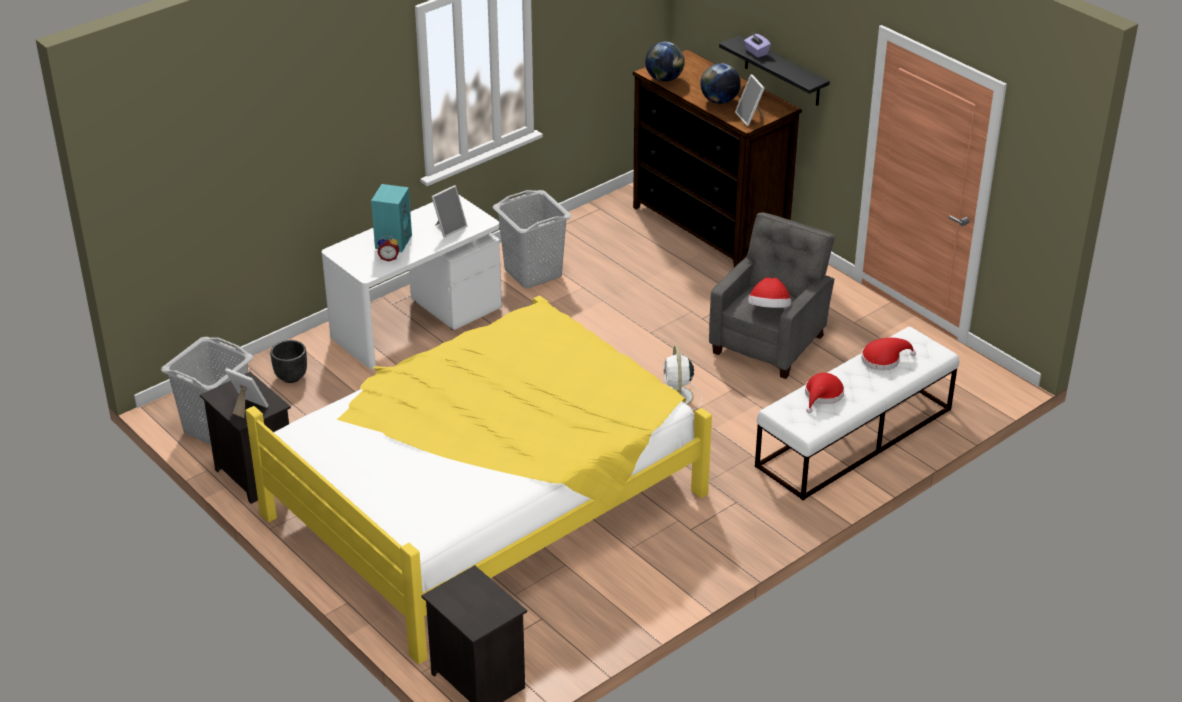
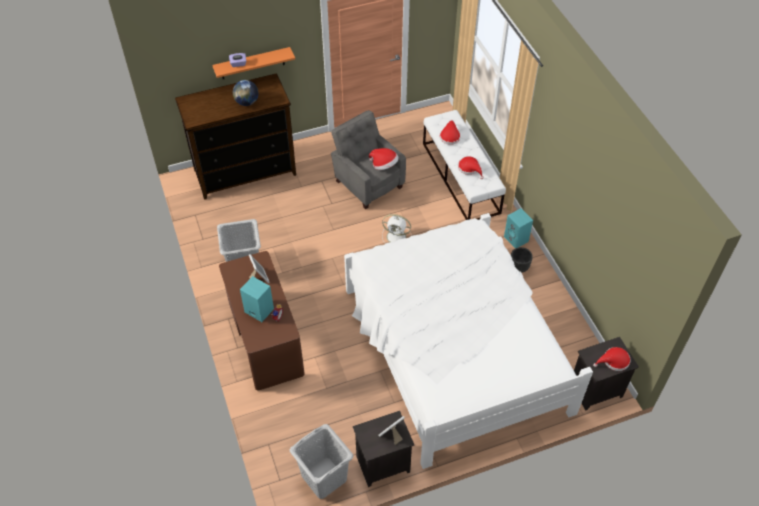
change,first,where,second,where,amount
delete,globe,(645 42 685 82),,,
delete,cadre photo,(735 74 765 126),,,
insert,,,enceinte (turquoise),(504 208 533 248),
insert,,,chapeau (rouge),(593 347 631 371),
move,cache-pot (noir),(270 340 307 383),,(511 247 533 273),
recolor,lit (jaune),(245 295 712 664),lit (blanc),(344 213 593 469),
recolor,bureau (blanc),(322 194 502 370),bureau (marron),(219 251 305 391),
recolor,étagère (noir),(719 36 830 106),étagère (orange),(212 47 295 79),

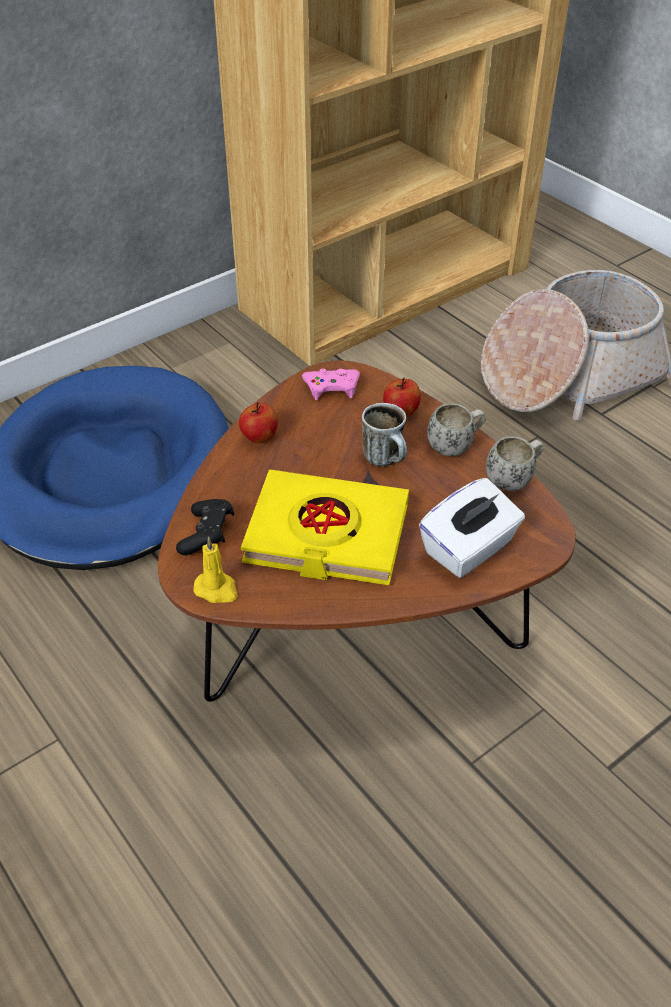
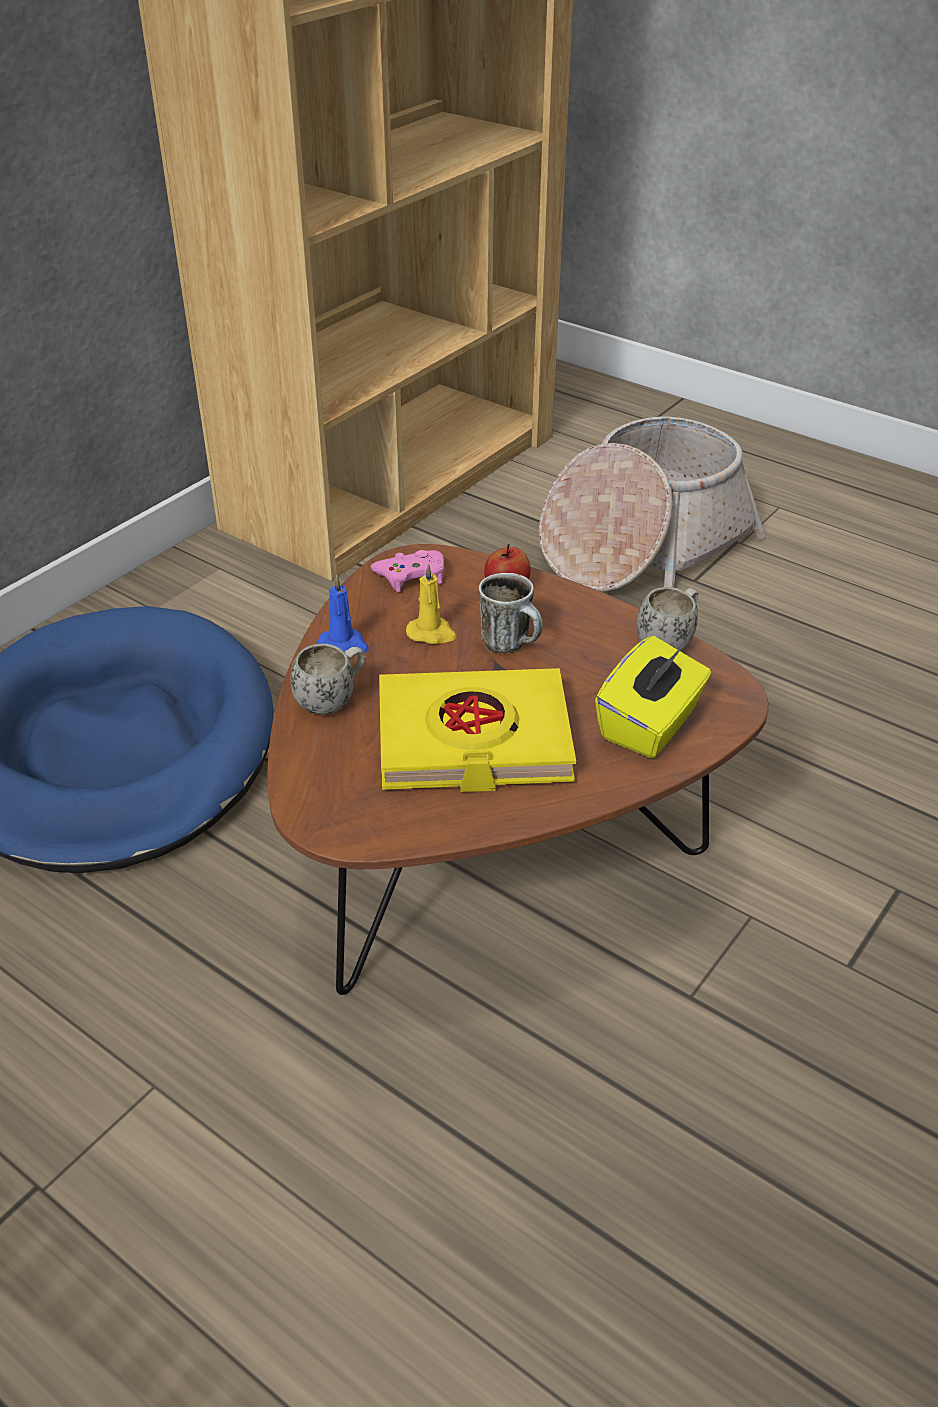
change,first,where,second,where,amount
delete,manette (noir),(176 499 234 555),,,
move,bougie (jaune),(194 537 238 603),,(406 563 457 644),
move,mug (blanc),(427 403 486 456),,(290 643 366 715),
replace,pomme,(239 402 278 443),bougie (bleu),(318 575 369 655),
recolor,boîte à mouchoirs (blanc),(419 478 525 578),boîte à mouchoirs (jaune),(595 636 711 758),

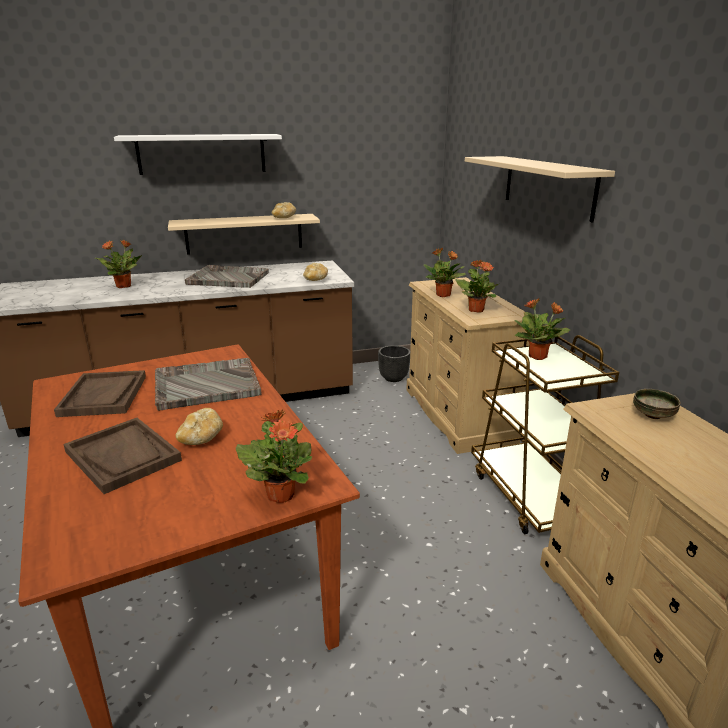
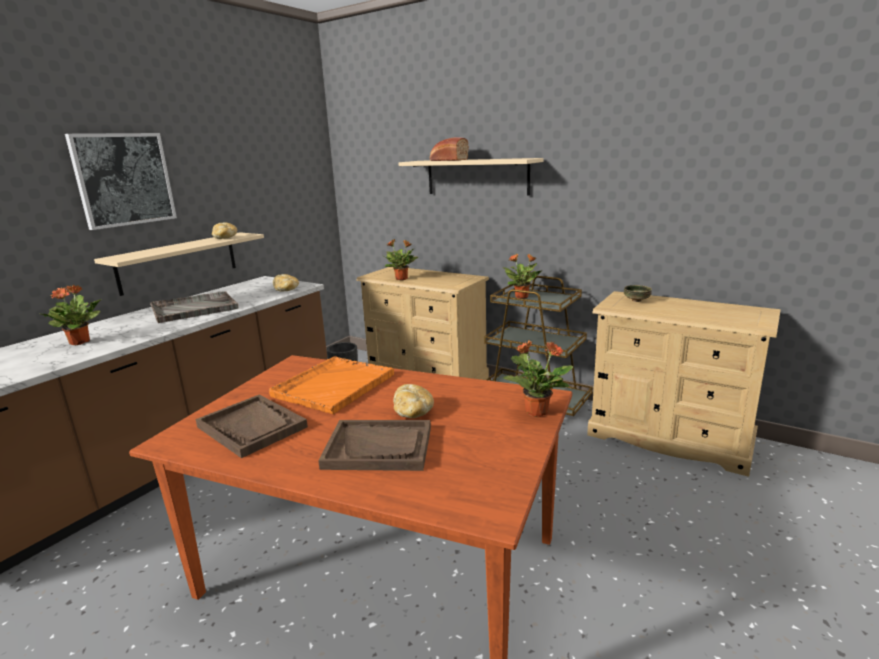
change,first,where,second,where,amount
delete,plante en pot,(455 260 498 313),,,
insert,,,pain,(430 137 469 161),
replace,étagère (blanc),(114 134 282 175),tableau,(65 133 177 230),
recolor,plateau (gris),(155 358 261 411),plateau (orange),(269 356 394 414),

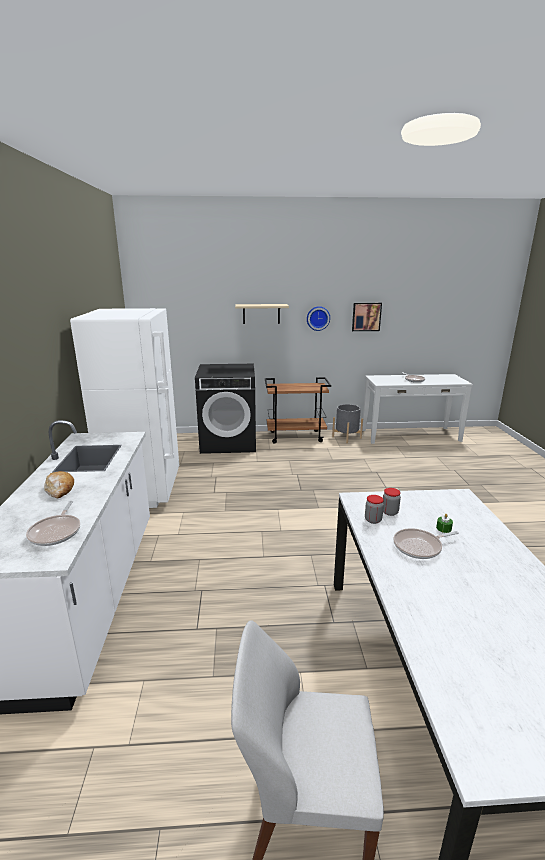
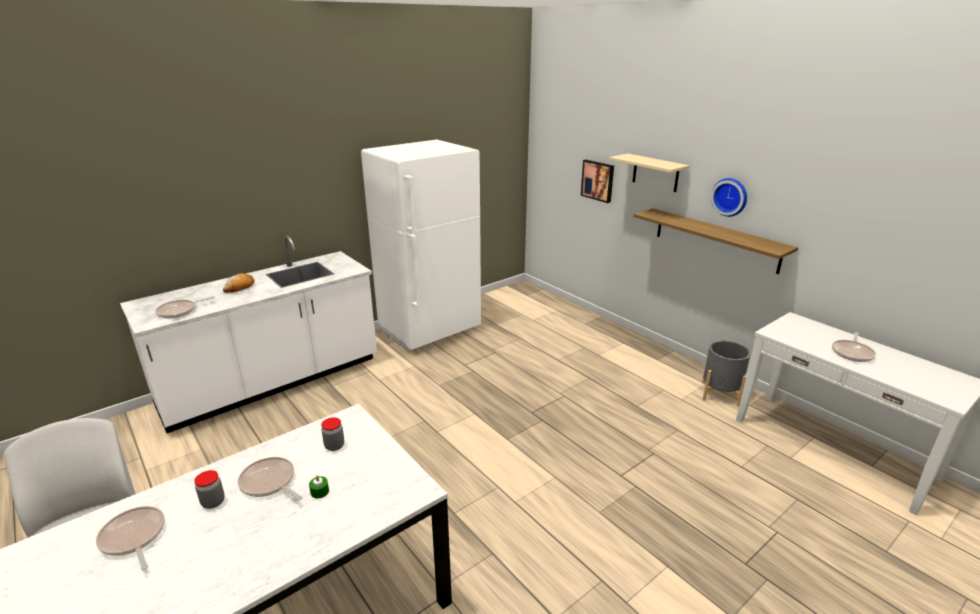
change,first,where,second,where,amount
delete,lave-linge (noir),(195 364 256 454),,,
delete,chariot (marron),(265 377 331 443),,,
insert,,,poêle,(96 506 165 570),
insert,,,étagère,(633 208 798 274),
move,tableau,(352 303 382 331),,(581 160 614 203),
move,bocal,(365 495 384 524),,(194 470 225 509),

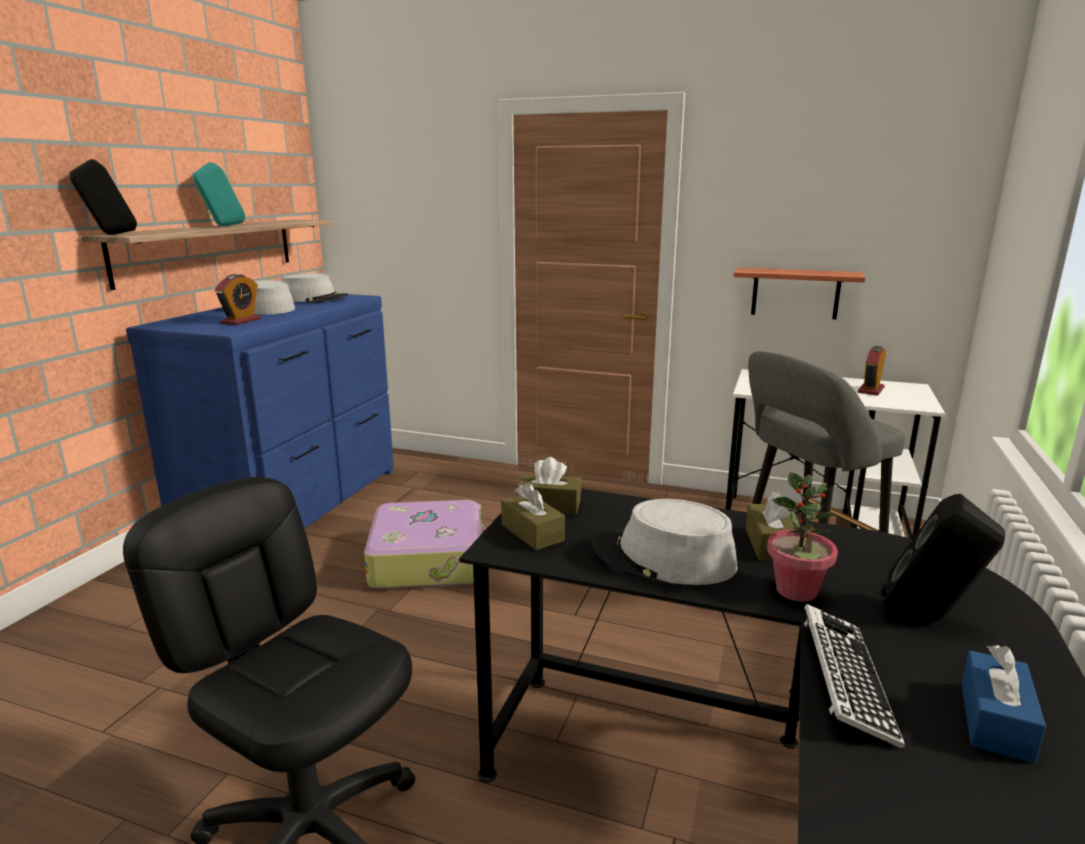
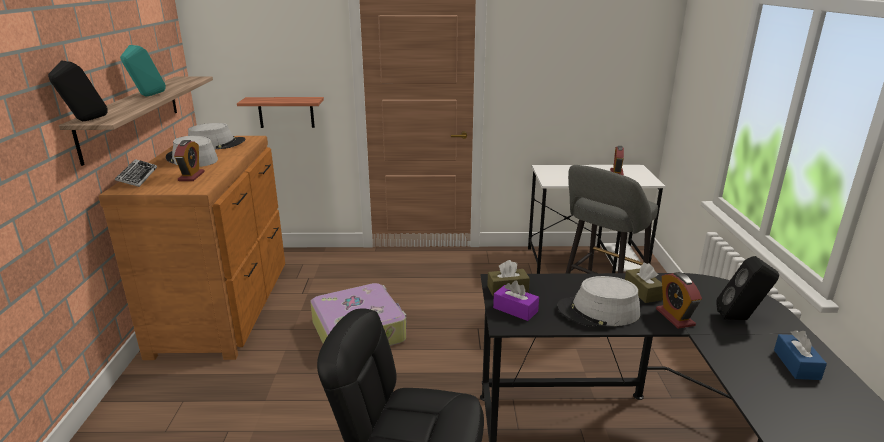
change,first,where,second,where,amount
move,étagère,(733 268 865 319),,(237 97 324 128),
move,clavier,(804 604 905 750),,(115 159 157 187),
replace,plante en pot,(767 472 838 602),réveil,(656 272 702 329),
recolor,commode (bleu),(126 293 394 528),commode (marron),(98 136 285 360),
recolor,boîte à mouchoirs (marron),(501 482 565 550),boîte à mouchoirs (violet),(493 281 539 321),

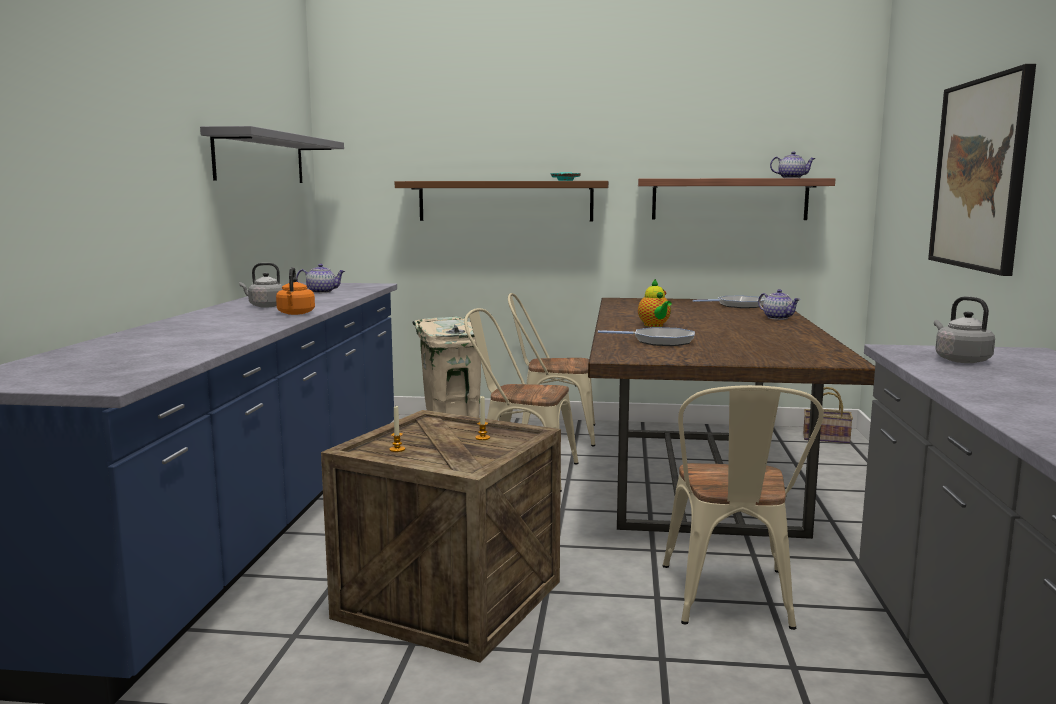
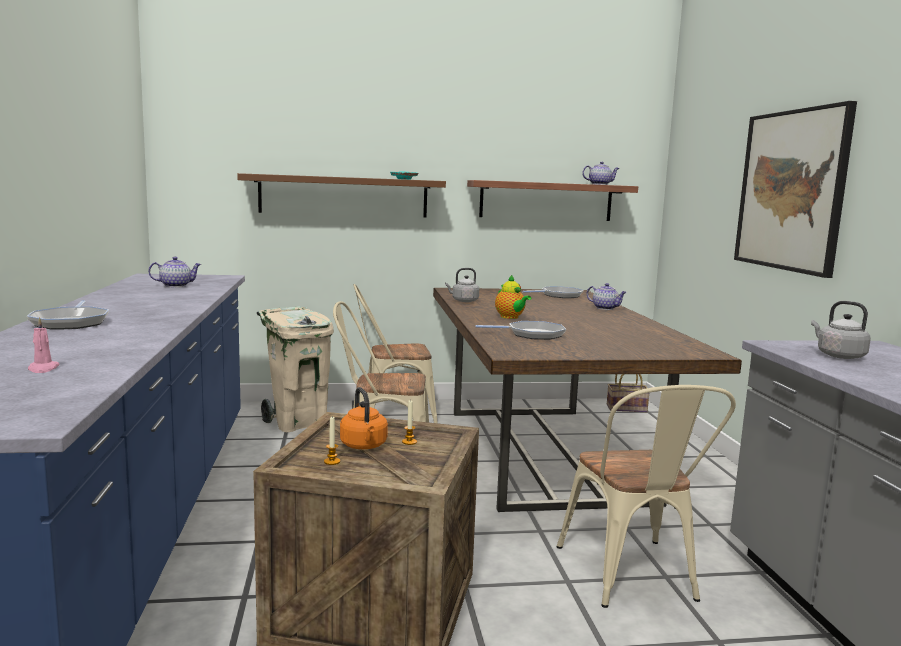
change,first,where,second,where,amount
delete,étagère (gris),(200 126 344 183),,,
insert,,,poêle,(27 300 109 330),
insert,,,bougie (rose),(28 317 60 373),
move,bouilloire (gris),(239 263 283 308),,(445 268 479 302),
move,bouilloire (orange),(276 267 315 315),,(340 387 388 449),

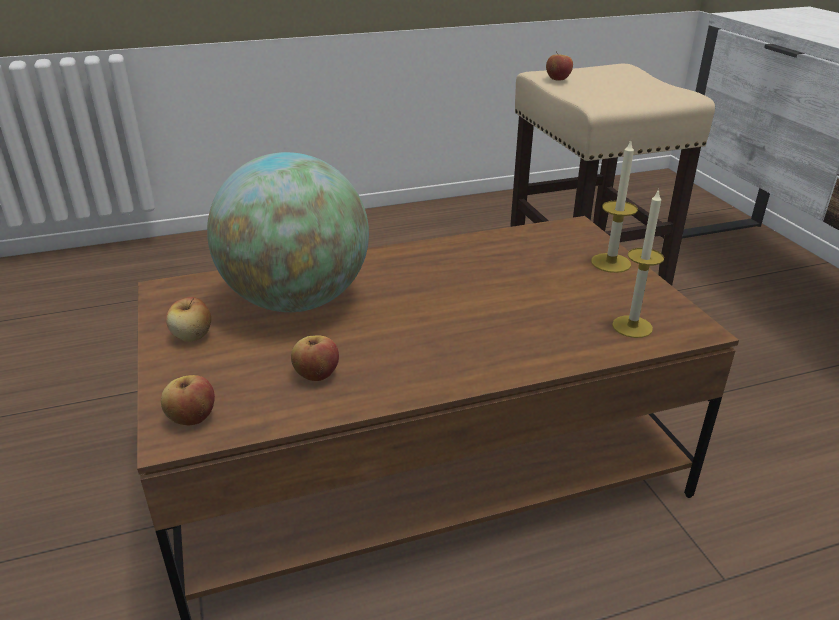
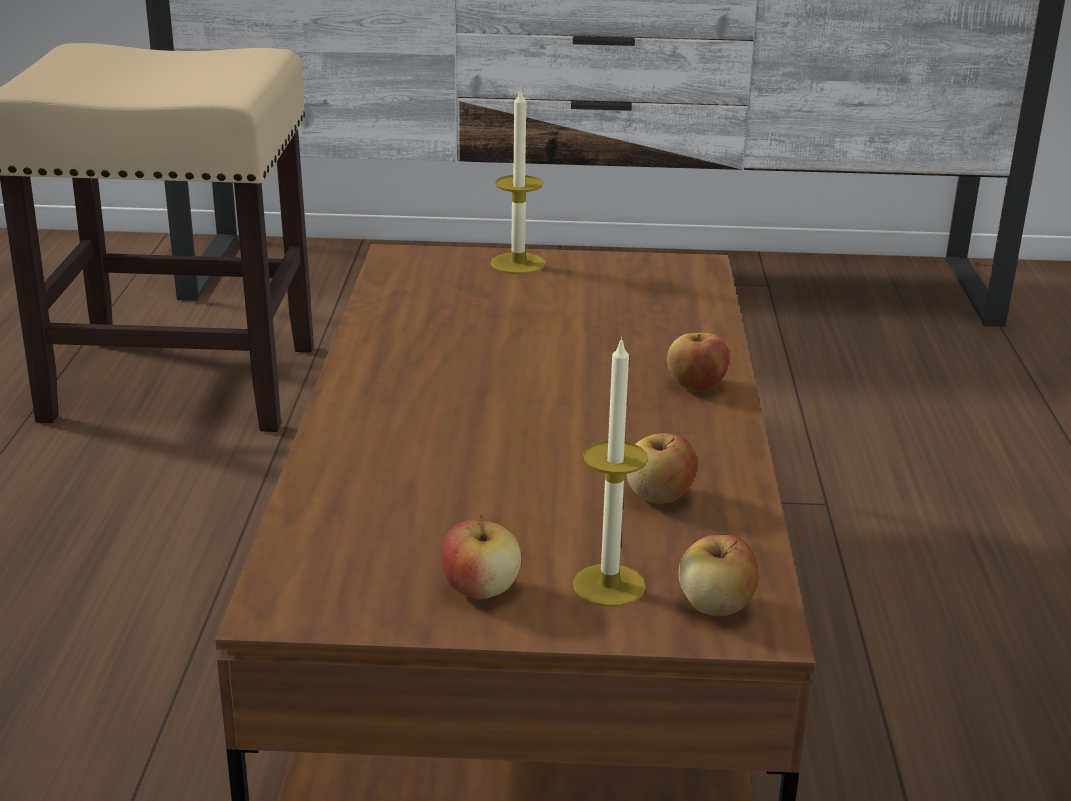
change,first,where,second,where,amount
delete,globe,(207 152 369 312),,,
move,pomme,(546 52 573 81),,(667 333 729 391),
move,bougie,(612 189 664 338),,(573 336 648 607),

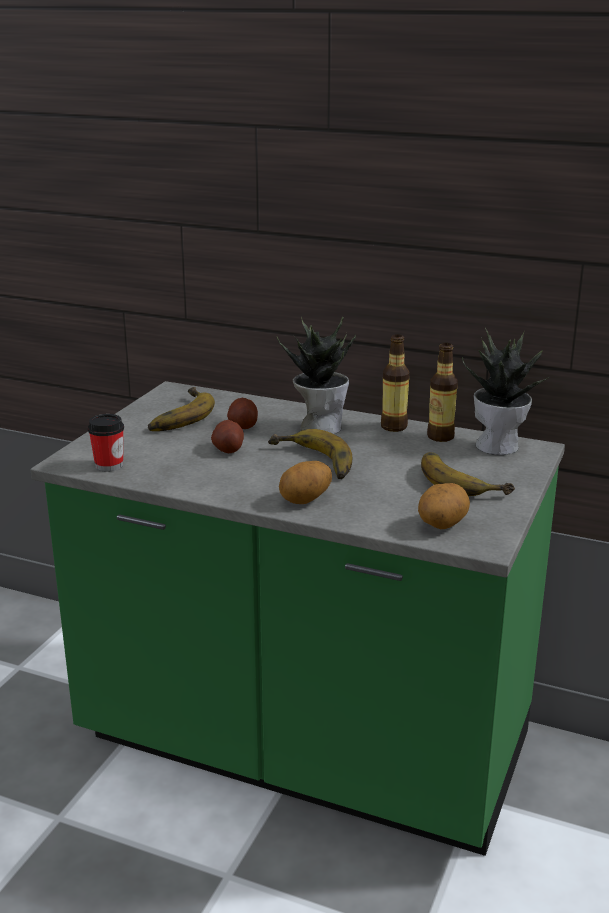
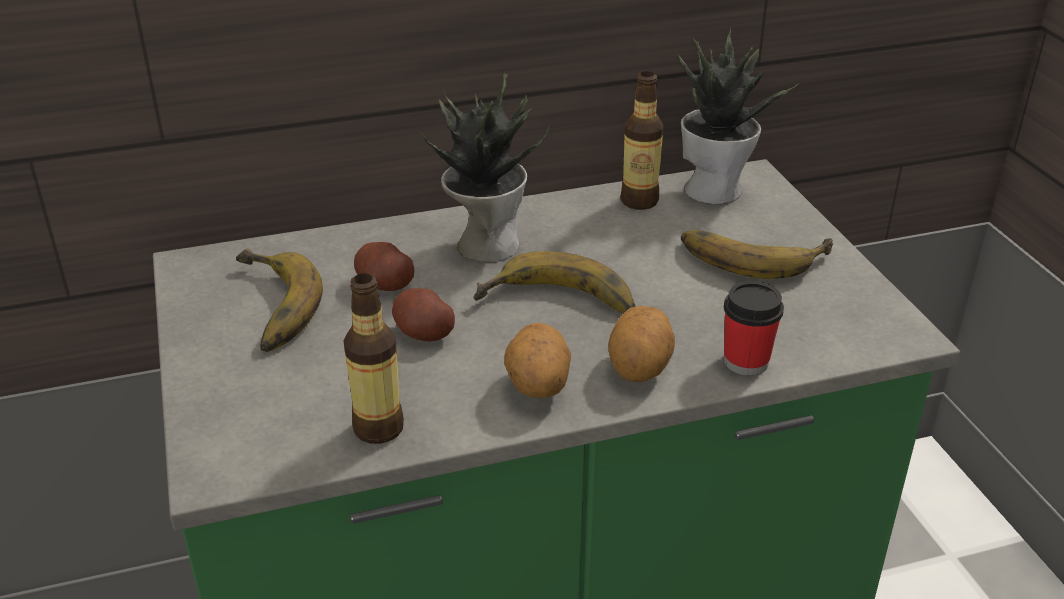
change,first,where,second,where,amount
move,tasse,(88 414 124 472),,(724 281 784 375),
move,bouteille,(381 334 410 432),,(343 273 404 444),
move,pomme de terre,(418 483 470 529),,(504 323 571 398),

